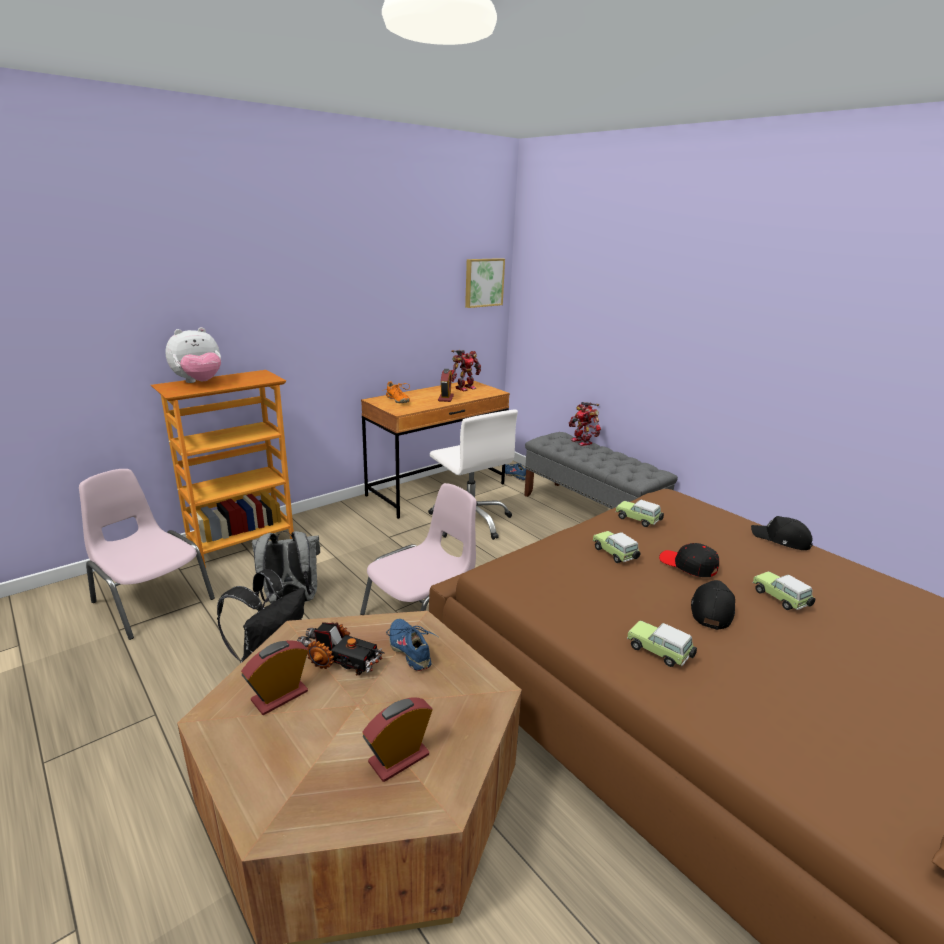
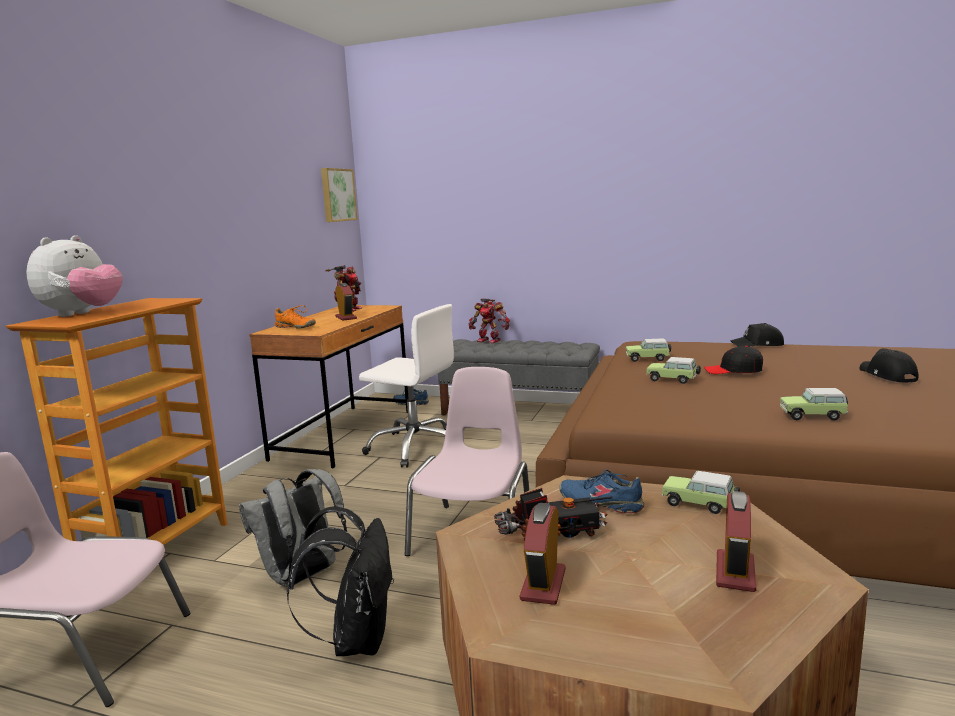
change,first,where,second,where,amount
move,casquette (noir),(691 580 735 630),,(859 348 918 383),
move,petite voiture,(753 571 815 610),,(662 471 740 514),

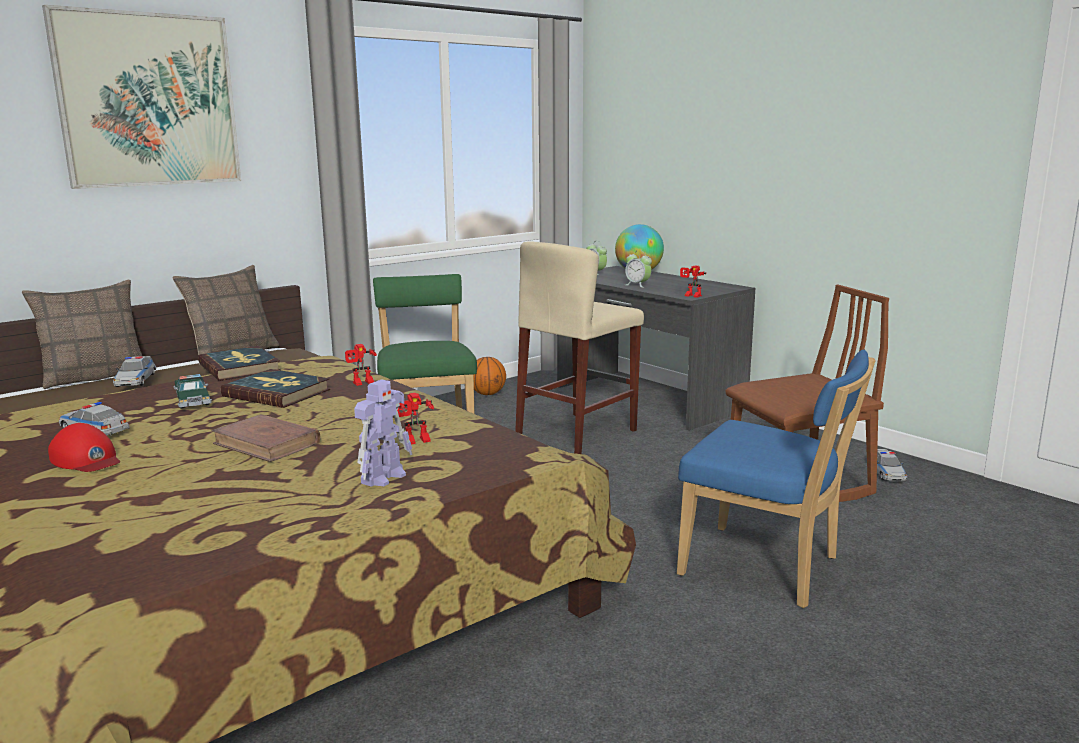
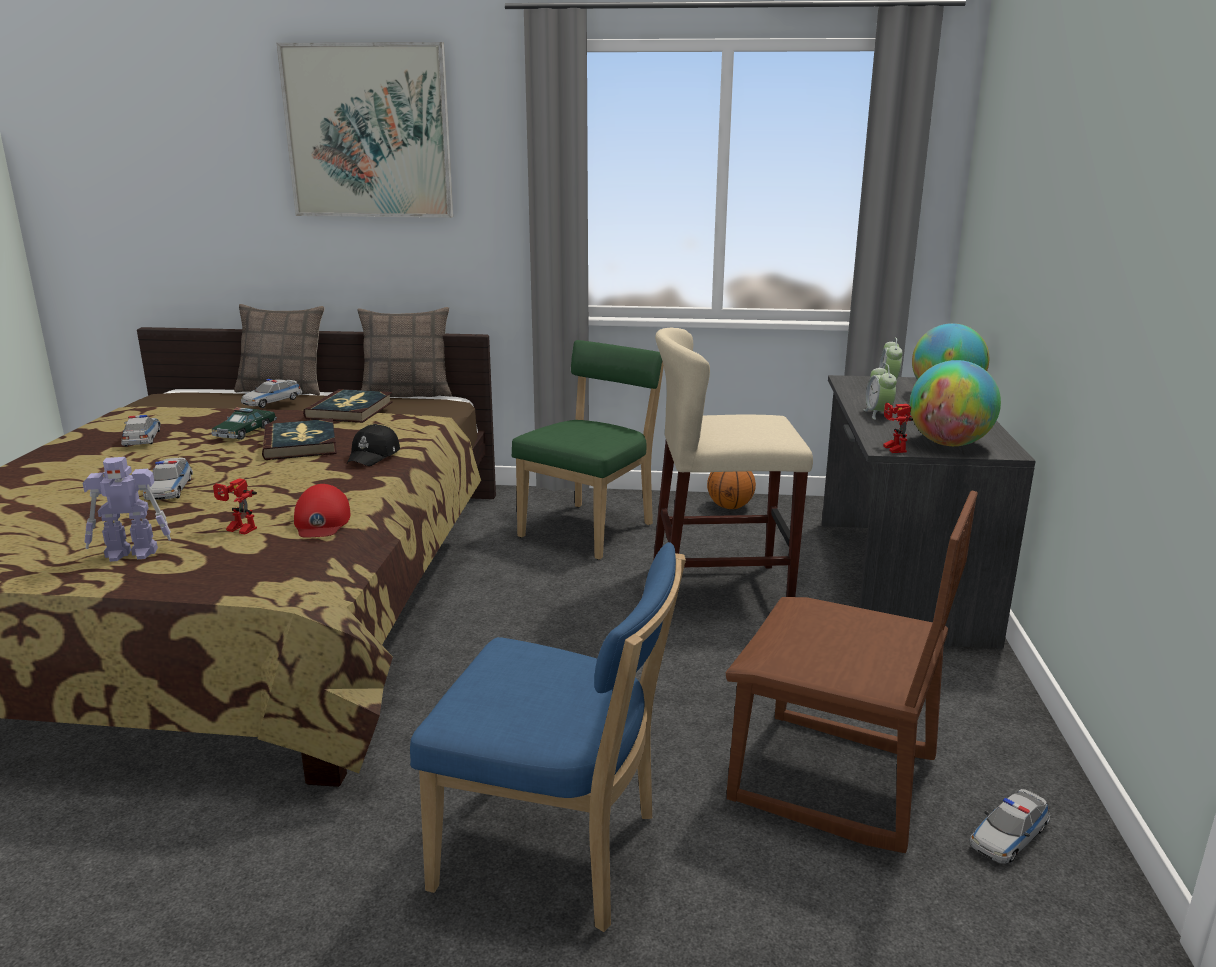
change,first,where,second,where,amount
insert,,,globe,(910 360 1001 446),
move,casquette (rouge),(48 423 120 472),,(294 484 351 538),
replace,livre (marron),(211 414 320 462),petite voiture,(143 458 193 500),
replace,robot jouet,(345 344 377 386),casquette (noir),(347 424 400 466),
rotate,chaise (bleu),(677 350 876 608),,(410 542 686 932),60 degrees counterclockwise

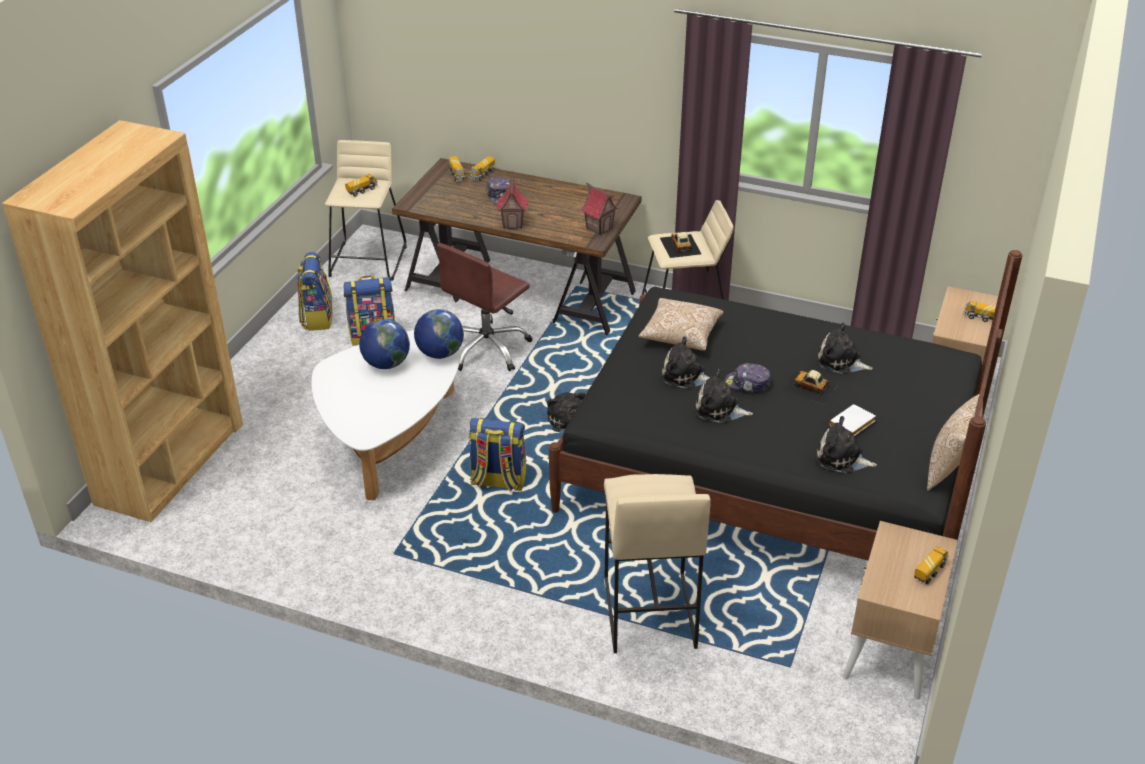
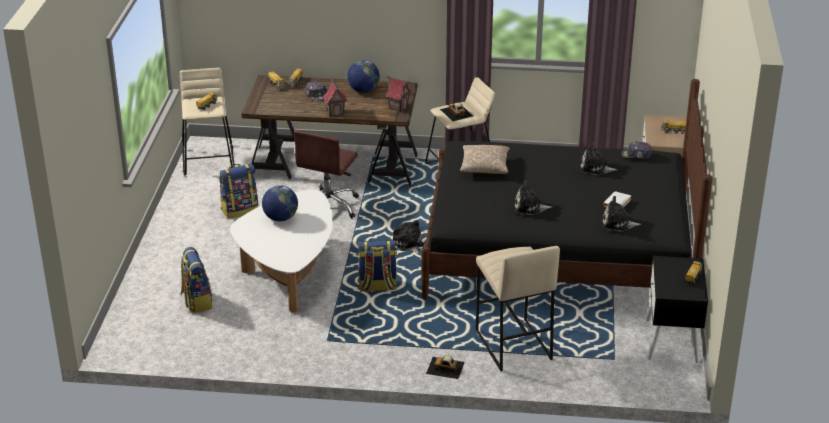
change,first,where,second,where,amount
delete,bibliothèque (marron),(2 120 243 522),,,
delete,peluche,(661 336 710 389),,,
delete,coussin,(927 394 983 491),,,
move,sac à dos,(297 252 332 331),,(181 247 213 313),
move,globe,(414 309 464 359),,(347 60 380 93),
move,casquette,(724 363 770 393),,(621 141 651 159),
move,petite voiture,(782 370 838 404),,(426 355 465 379),
recolor,table de chevet (beige),(842 521 958 700),table de chevet (noir),(646 256 708 363),

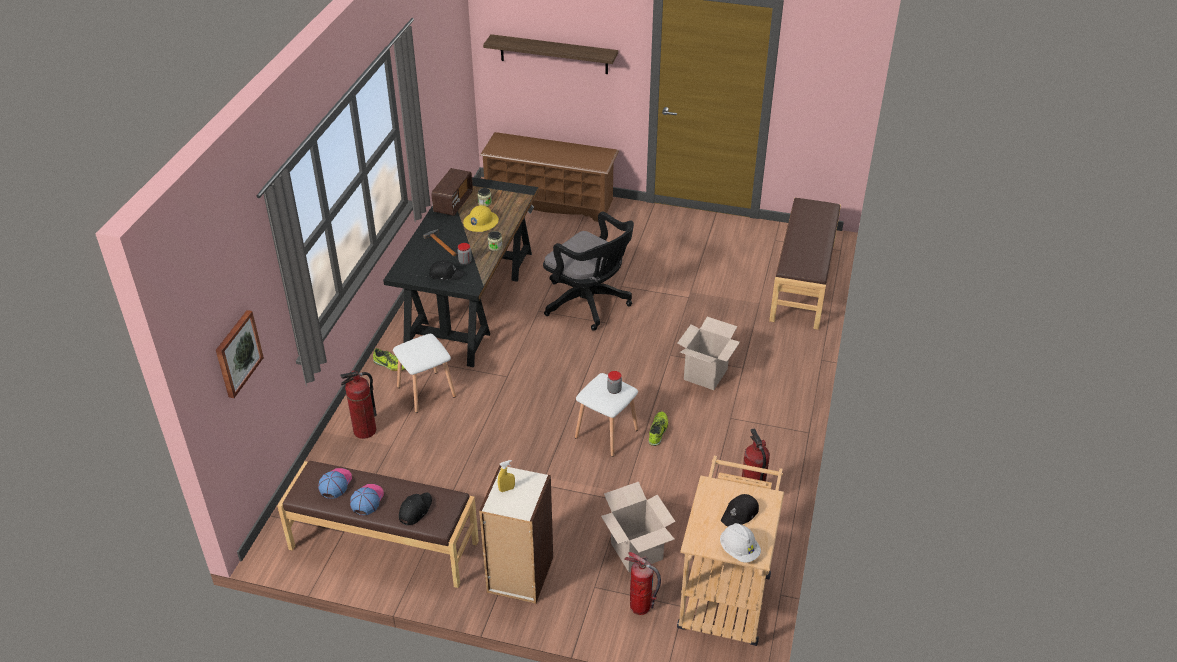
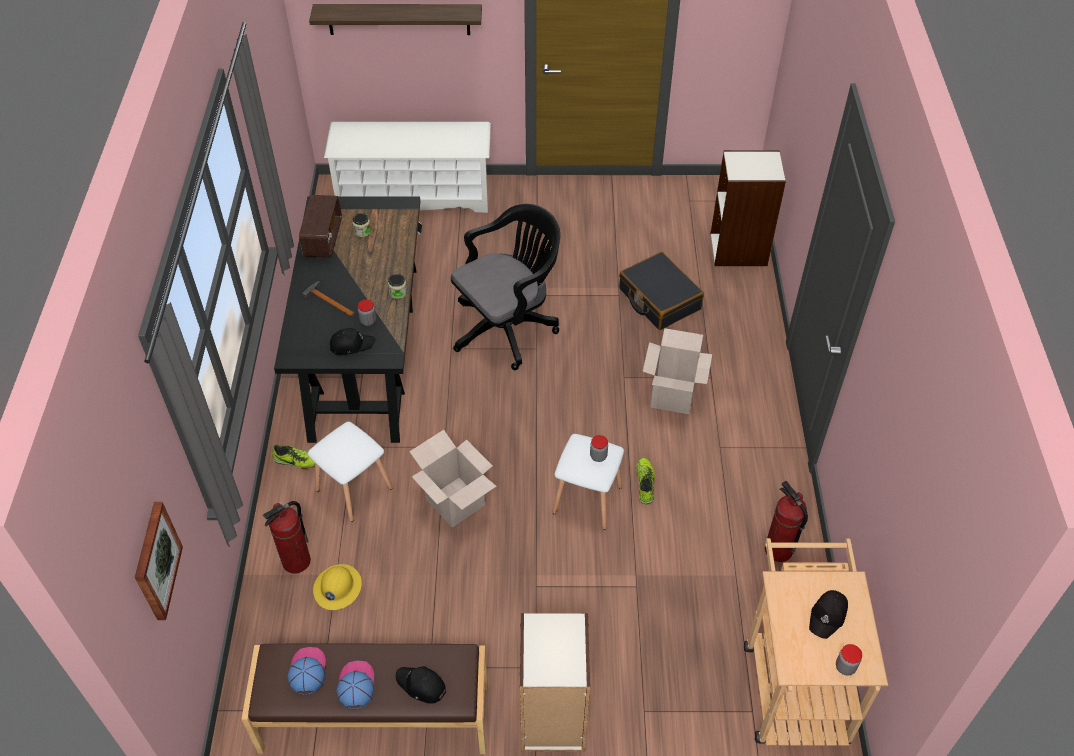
change,first,where,second,where,amount
delete,vaporisateur (jaune),(498 460 515 492),,,
delete,extincteur,(624 552 661 615),,,
insert,,,valise (noir),(619 252 704 330),
move,casque de chantier (jaune),(463 205 499 232),,(313 564 362 610),
move,carton,(601 482 676 572),,(409 430 496 528),
replace,casque de chantier (blanc),(720 523 761 563),bocal,(836 644 862 675),
replace,banc (marron),(769 198 841 330),bibliothèque,(710 150 786 266),
recolor,étagère à chaussures (marron),(480 132 619 222),étagère à chaussures (blanc),(324 122 491 213),
rotate,casquette (noir),(399 492 432 525),,(396 666 446 704),75 degrees counterclockwise
rotate,chaise de bureau (noir),(543 212 634 331),,(451 204 560 370),60 degrees counterclockwise

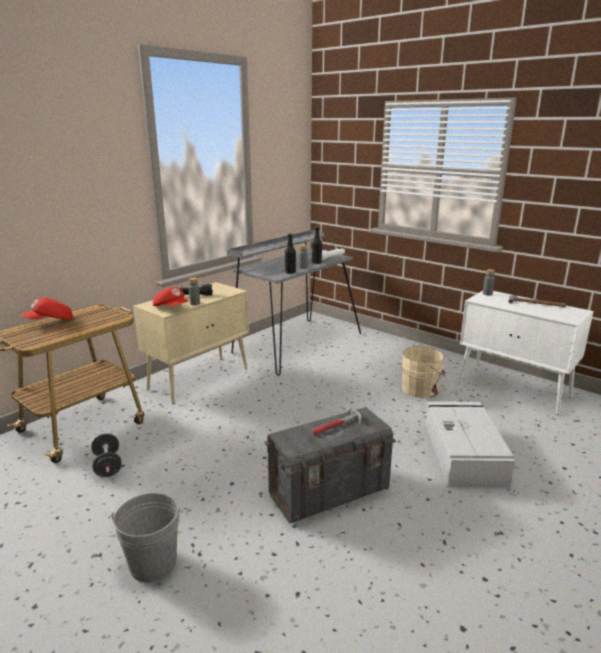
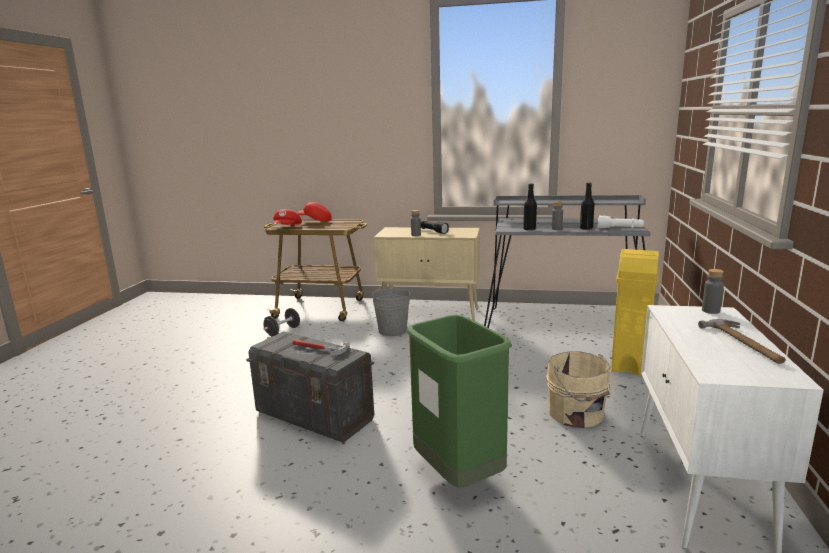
change,first,where,second,where,amount
insert,,,poubelle (jaune),(611 249 659 376),
move,seau (gris),(108 493 183 582),,(372 287 410 336),
move,casquette (rouge),(153 287 189 306),,(273 209 302 225),
replace,boîte de rangement (gris),(425 401 515 488),poubelle (vert),(406 315 512 488),

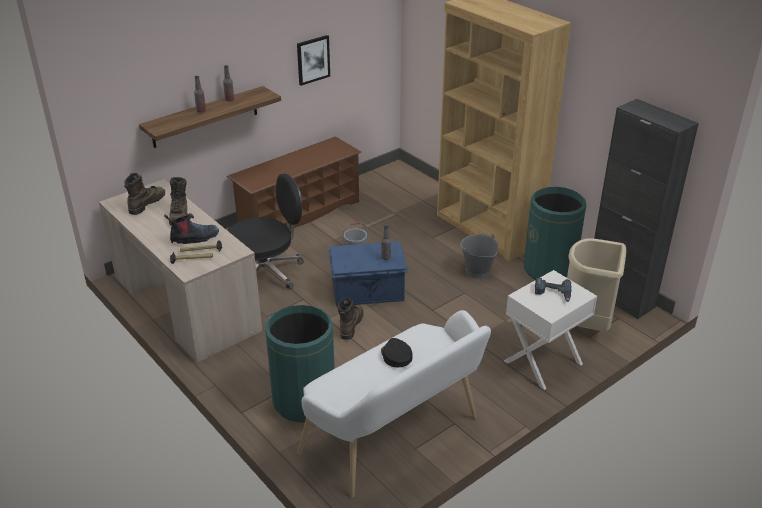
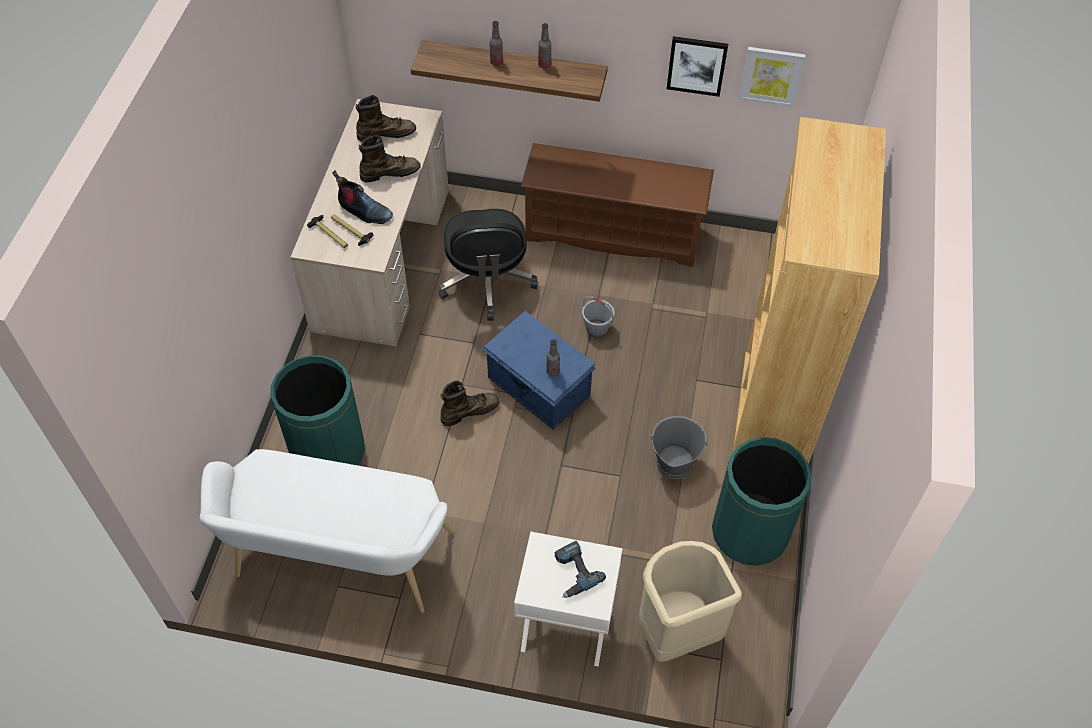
change,first,where,second,where,amount
delete,casquette (noir),(381 338 413 367),,,
delete,meuble de rangement (noir),(594 99 699 319),,,
insert,,,tableau,(739 47 806 107),
rotate,botte (marron),(169 177 188 225),,(358 135 421 183),150 degrees counterclockwise
rotate,chaise de bureau (noir),(227 174 304 290),,(439 209 538 321),60 degrees clockwise

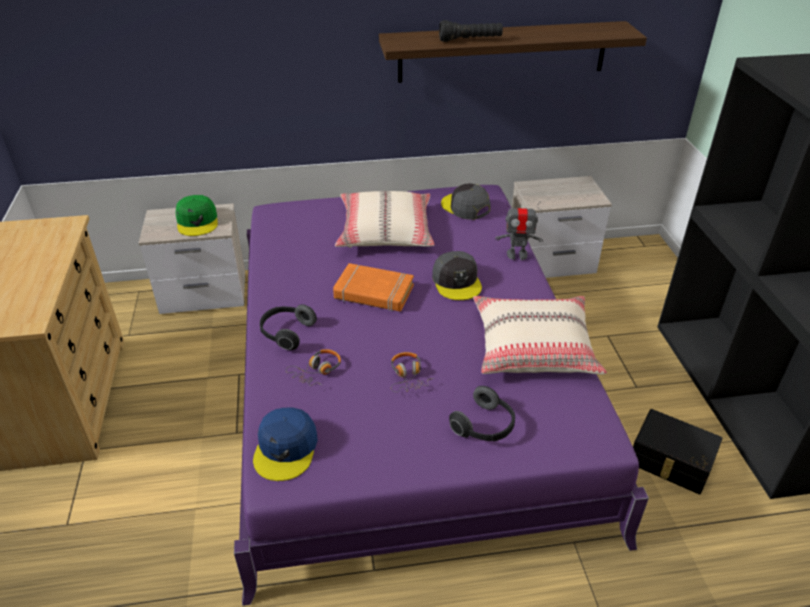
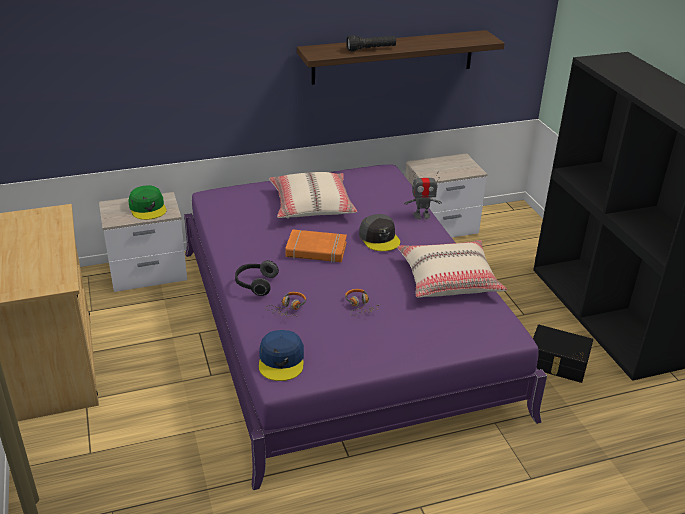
change,first,where,second,where,amount
delete,casquette (gris),(441 183 490 220),,,
delete,casque audio,(449 386 515 441),,,

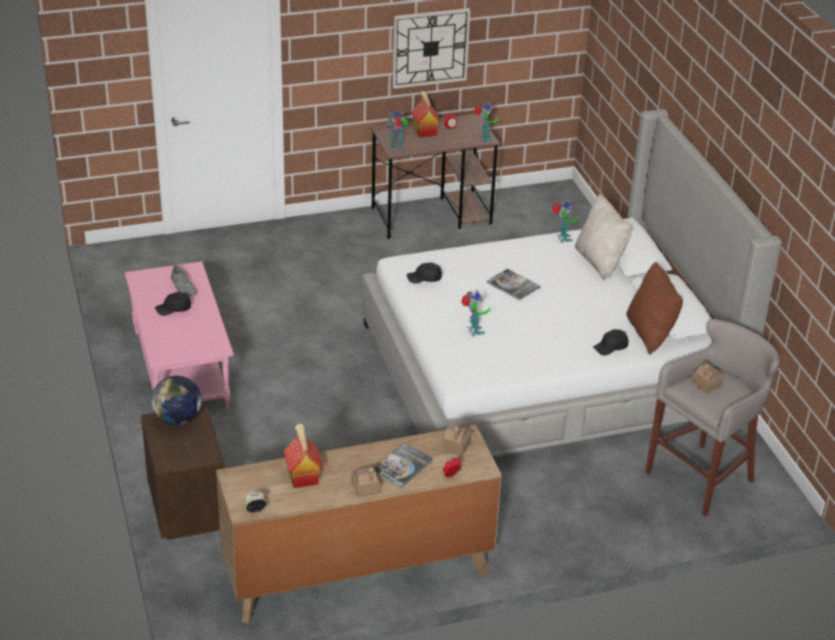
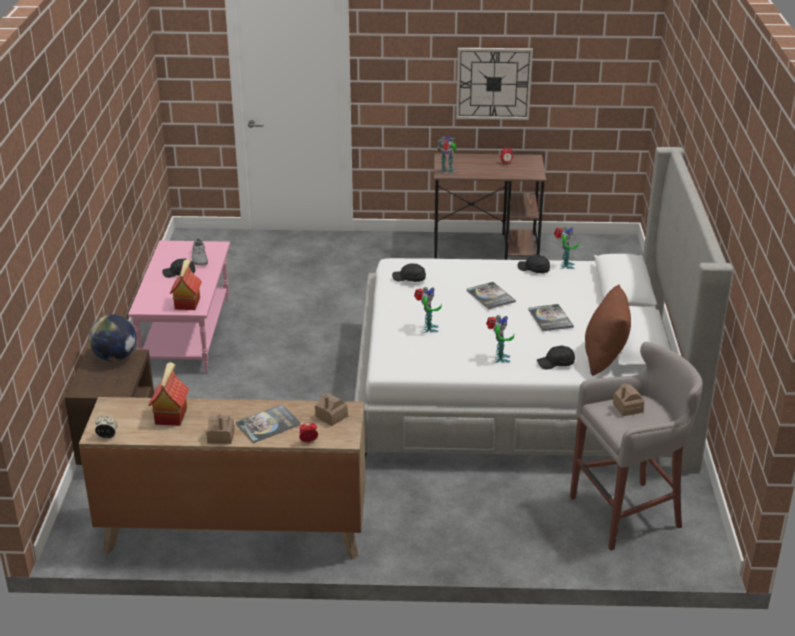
change,first,where,second,where,amount
delete,coussin (beige),(575 194 632 281),,,
insert,,,casquette (noir),(518 255 550 273),
insert,,,livre,(528 304 574 331),
move,maison miniature,(411 91 441 137),,(169 259 202 310),
move,robot jouet,(474 103 498 143),,(486 315 514 363),

